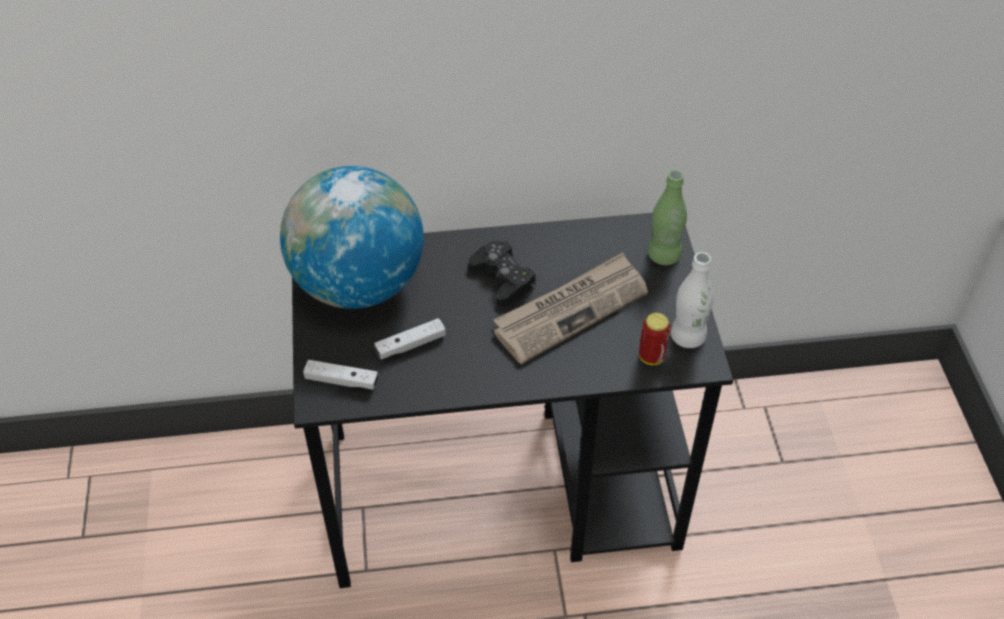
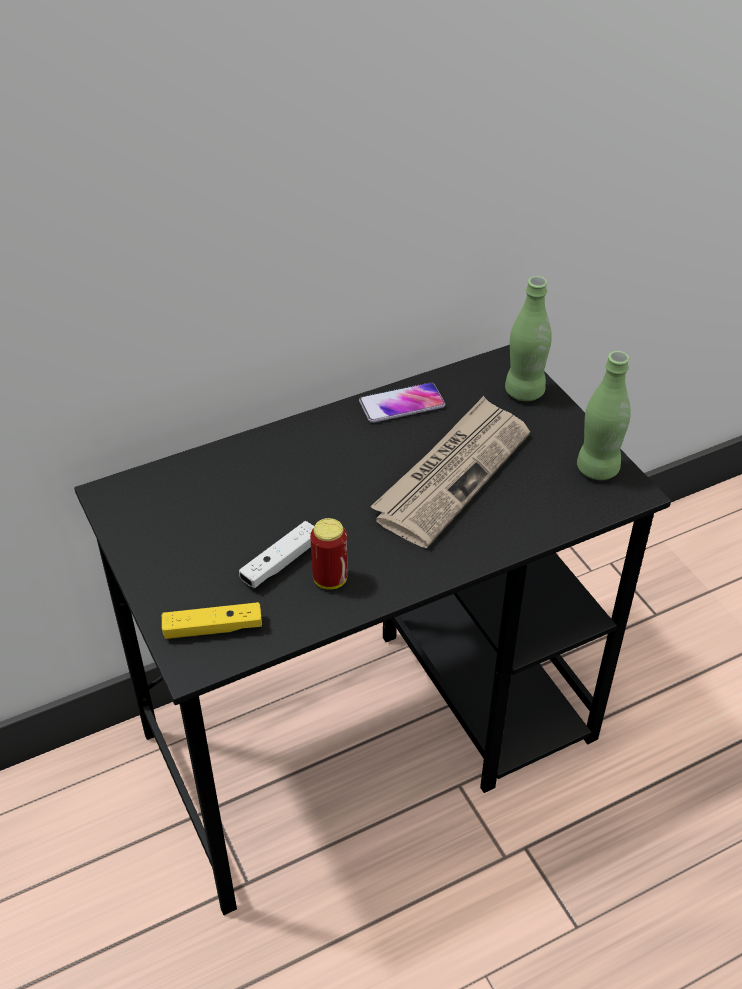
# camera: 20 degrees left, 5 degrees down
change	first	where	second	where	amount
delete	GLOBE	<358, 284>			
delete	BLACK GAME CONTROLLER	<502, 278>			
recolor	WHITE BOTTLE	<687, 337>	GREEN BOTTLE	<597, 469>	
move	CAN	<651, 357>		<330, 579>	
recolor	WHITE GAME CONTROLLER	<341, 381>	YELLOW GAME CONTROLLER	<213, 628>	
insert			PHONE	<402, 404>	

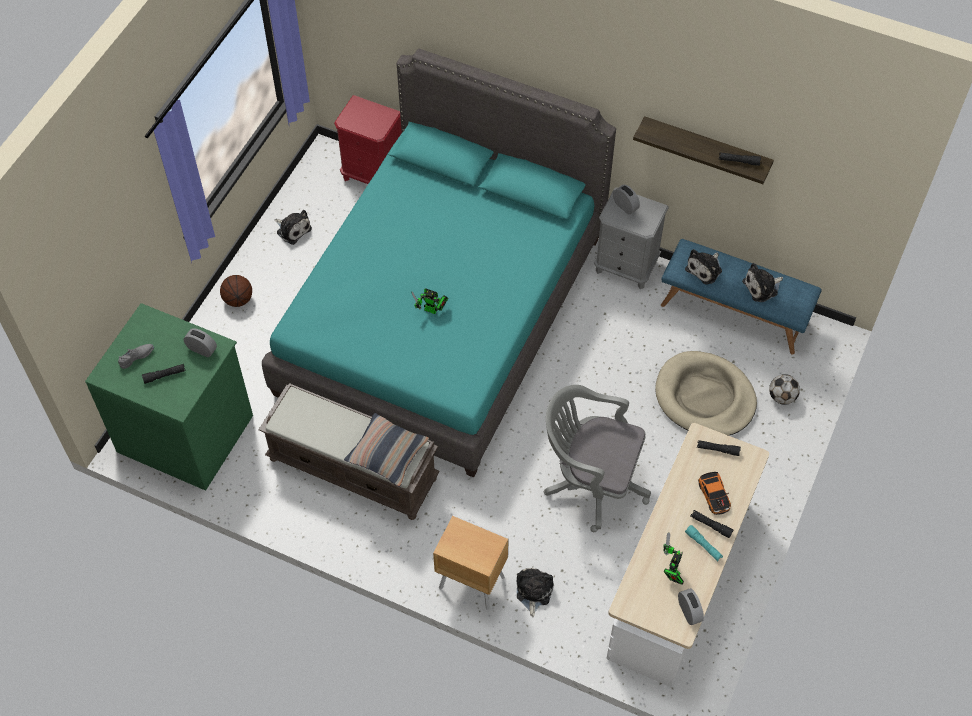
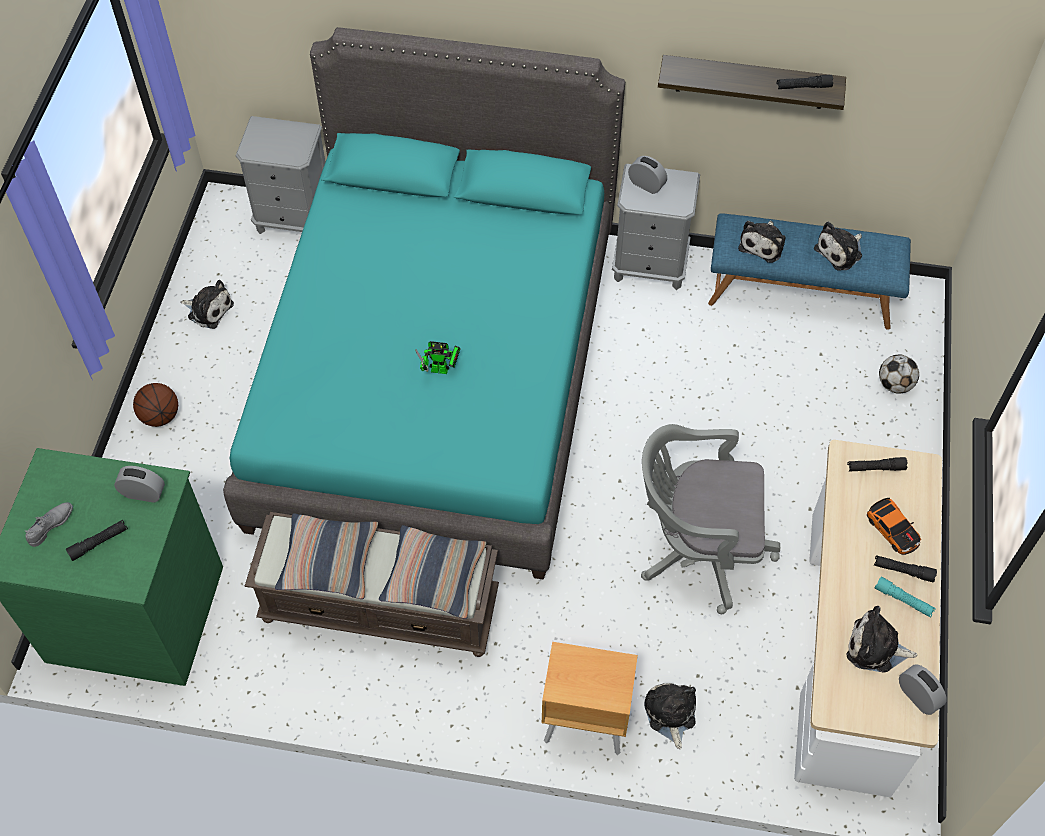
# camera: 15 degrees left, 0 degrees up
change	first	where	second	where	amount
recolor	RED NIGHTSTAND	<373, 174>	GREY NIGHTSTAND	<294, 218>	
delete	BEIGE DOG BED	<704, 397>			
replace	TOY ROBOT	<671, 572>	PLUSH TOY	<876, 648>	
insert			PILLOW	<329, 561>	

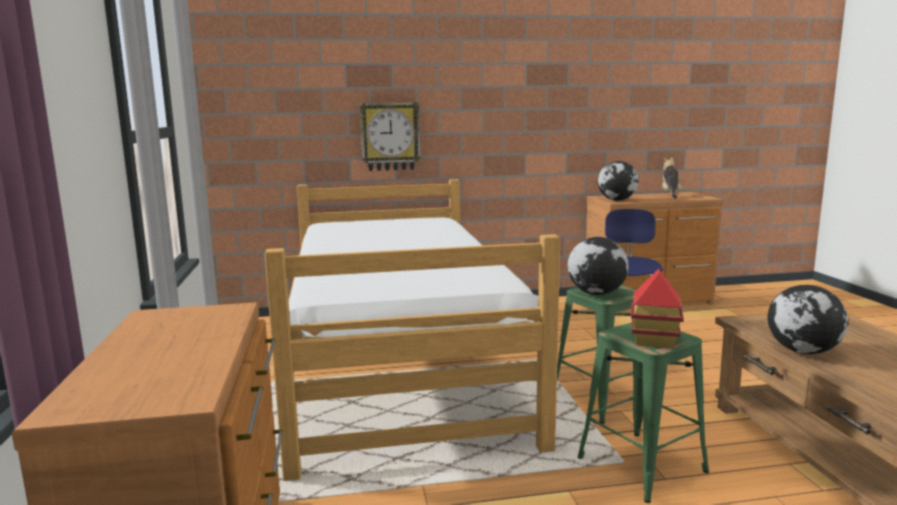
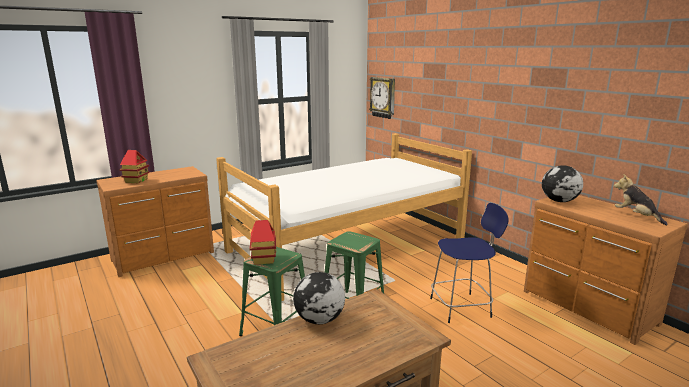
# camera: 65 degrees right, 5 degrees up
change	first	where	second	where	amount
move	WALL CLOCK	<390, 136>		<383, 97>	
rotate	PLUSH TOY	<670, 195>		<636, 216>	105 degrees counterclockwise
delete	GLOBE	<596, 293>			
insert			TOY HOUSE	<136, 181>	

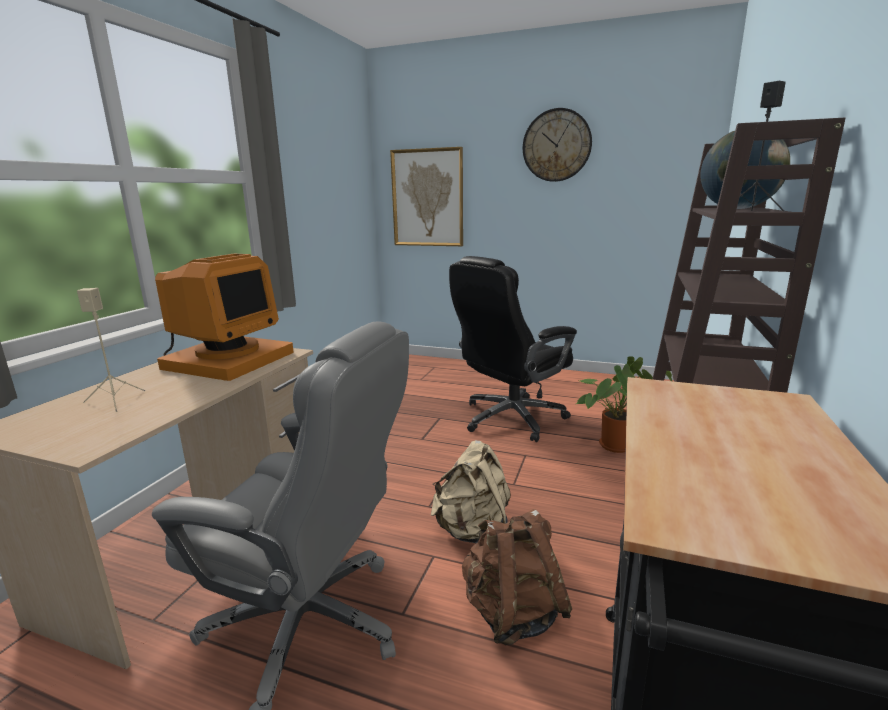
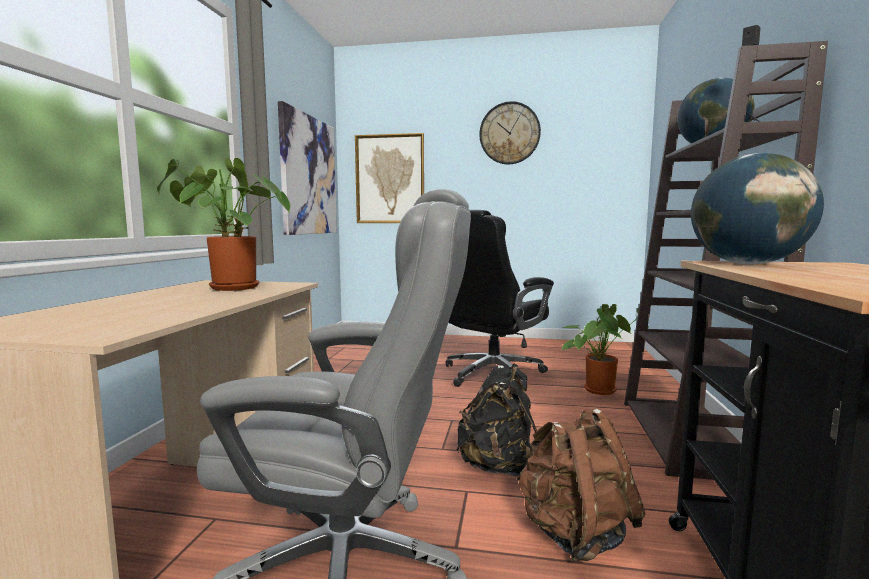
# camera: 10 degrees left, 10 degrees down
change	first	where	second	where	amount
replace	MONITOR	<227, 360>	POTTED PLANT	<228, 288>	
delete	BEIGE SPEAKER	<116, 401>			
recolor	BEIGE BACKPACK	<473, 532>	BLACK BACKPACK	<498, 466>	
insert			PICTURE	<308, 175>	
insert			GLOBE	<746, 264>	

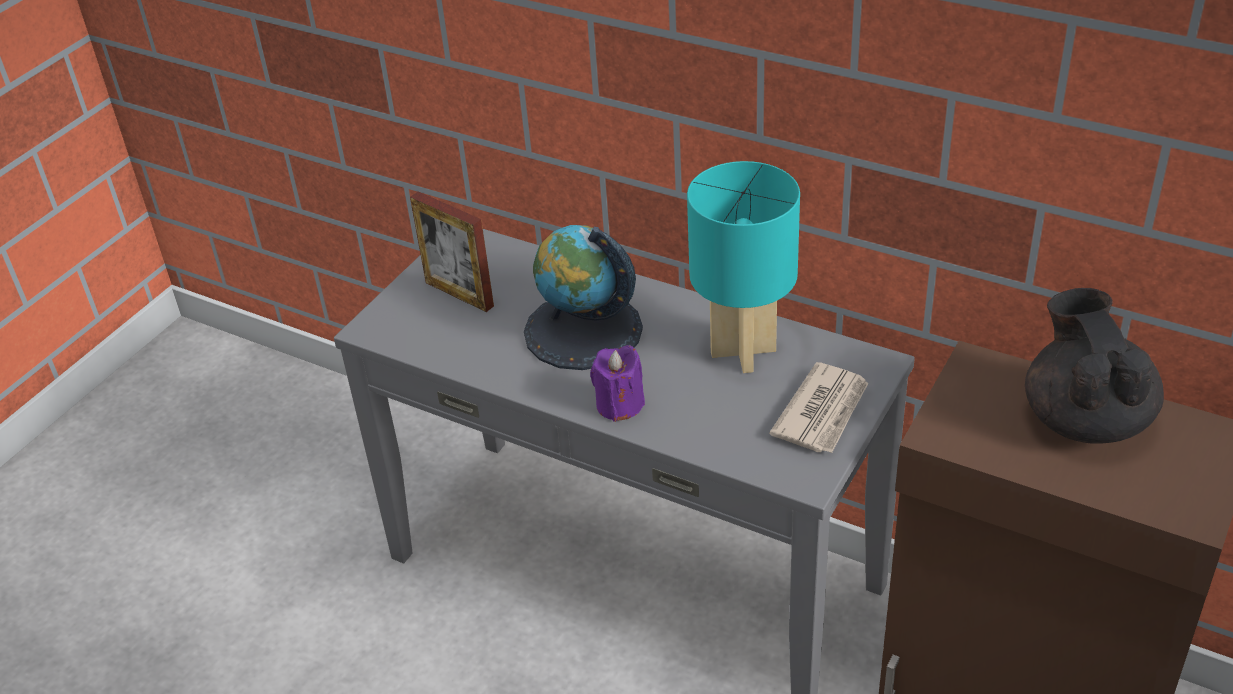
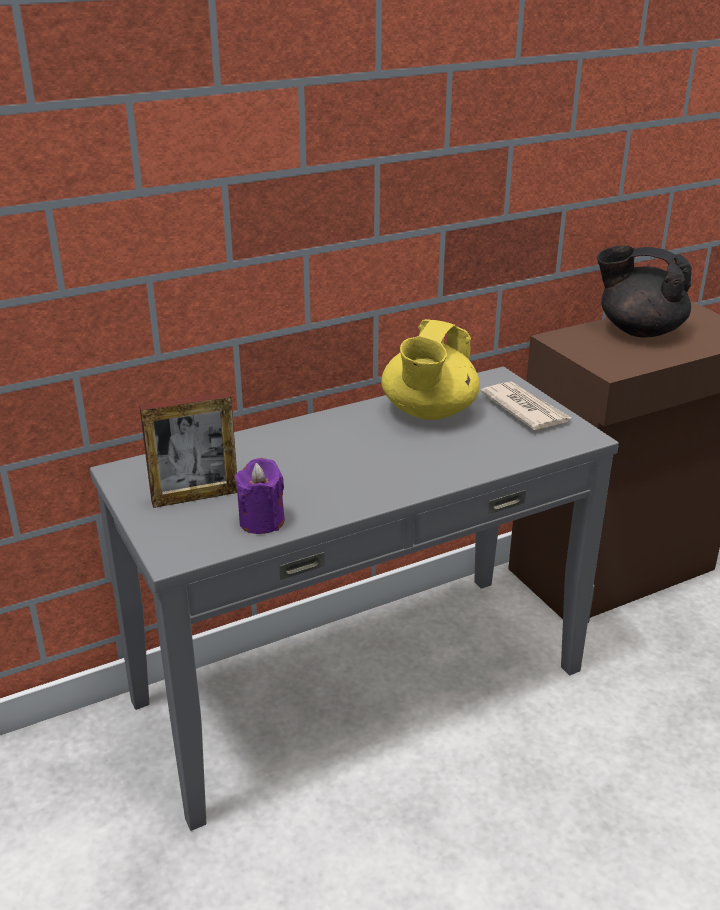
# camera: 60 degrees left, 10 degrees down
change	first	where	second	where	amount
replace	TURQUOISE TABLE LAMP	<742, 351>	YELLOW TEAPOT	<428, 412>	
delete	GLOBE	<583, 331>			
move	PURPLE CANDLE	<619, 405>		<261, 521>	

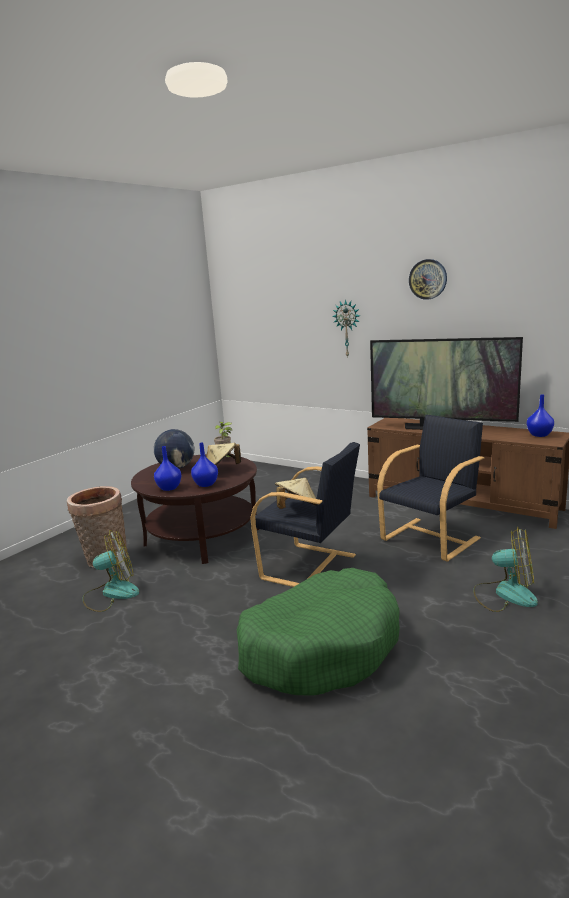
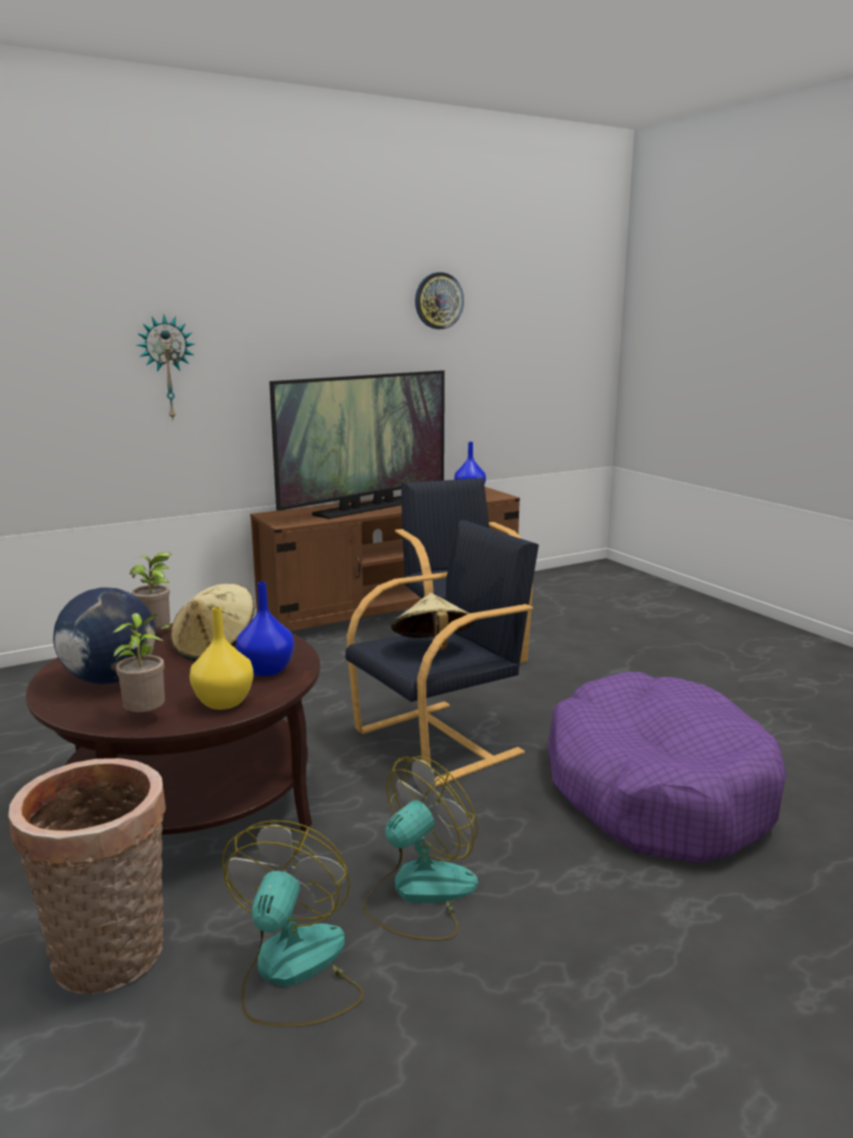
# camera: 65 degrees left, 0 degrees up
change	first	where	second	where	amount
move	WALL CLOCK	<428, 279>		<438, 301>	
recolor	BLUE VASE	<168, 488>	YELLOW VASE	<222, 703>	
move	FAN	<505, 594>		<419, 893>	
recolor	GREEN DOG BED	<321, 647>	PURPLE DOG BED	<656, 790>	
insert			POTTED PLANT	<146, 717>	

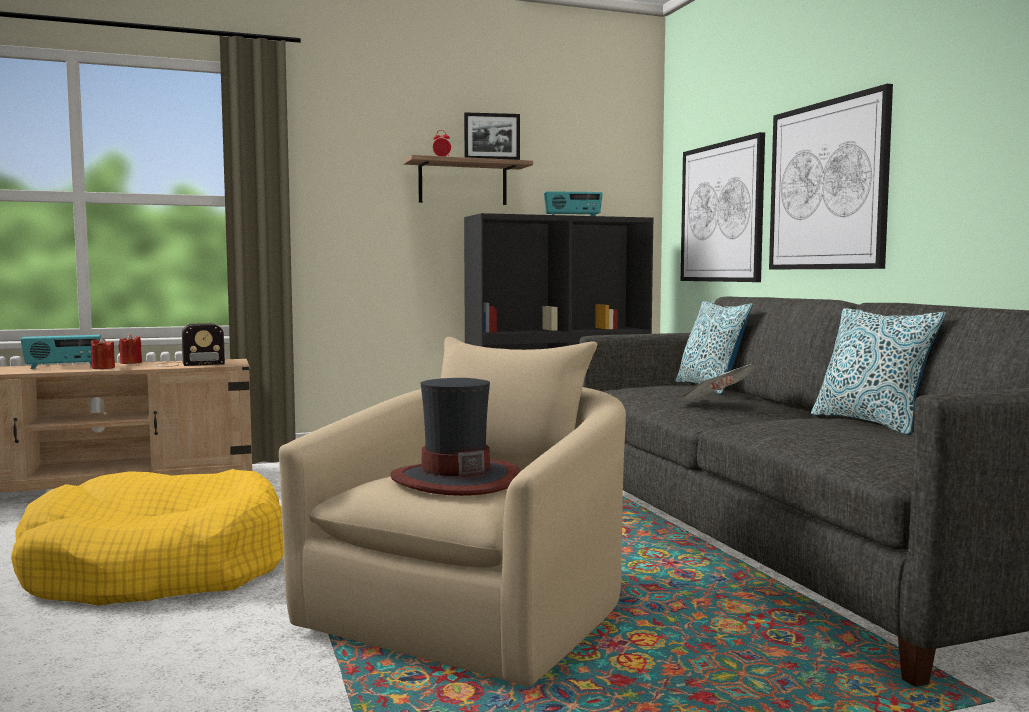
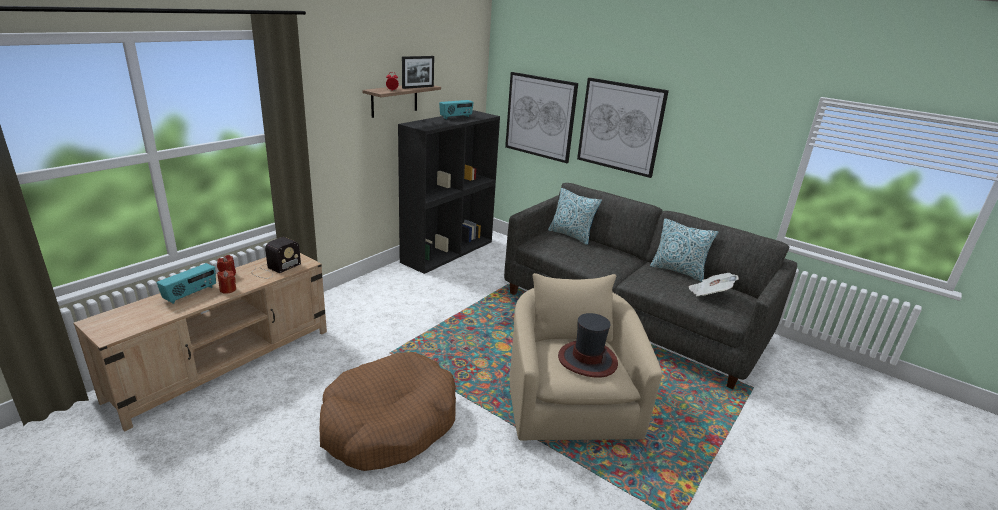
# camera: 35 degrees left, 20 degrees up
change	first	where	second	where	amount
move	NEWSPAPER	<715, 405>		<709, 294>	
recolor	YELLOW DOG BED	<158, 569>	BROWN DOG BED	<389, 423>	

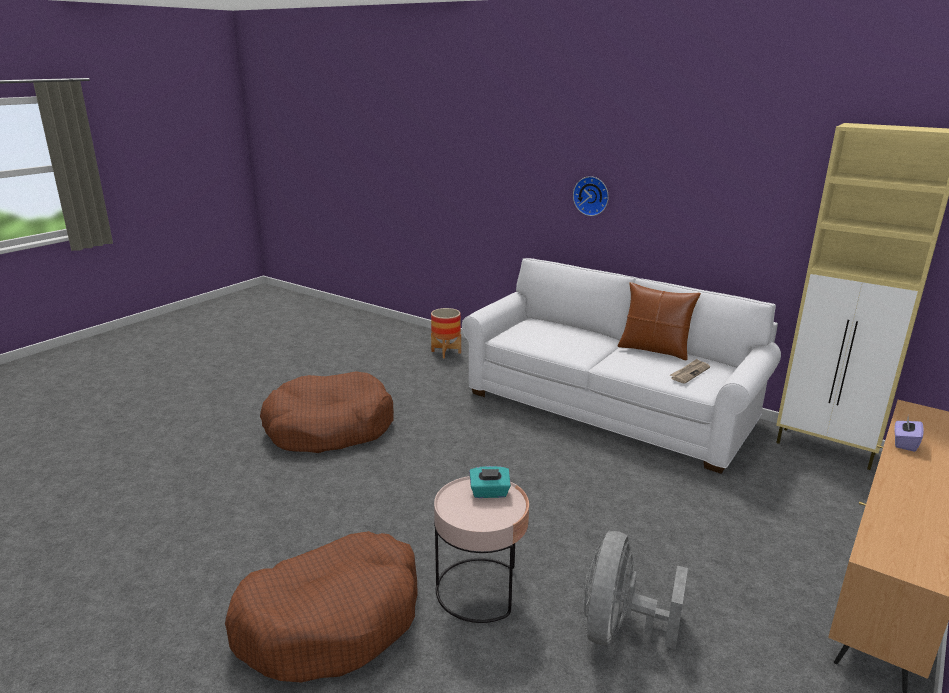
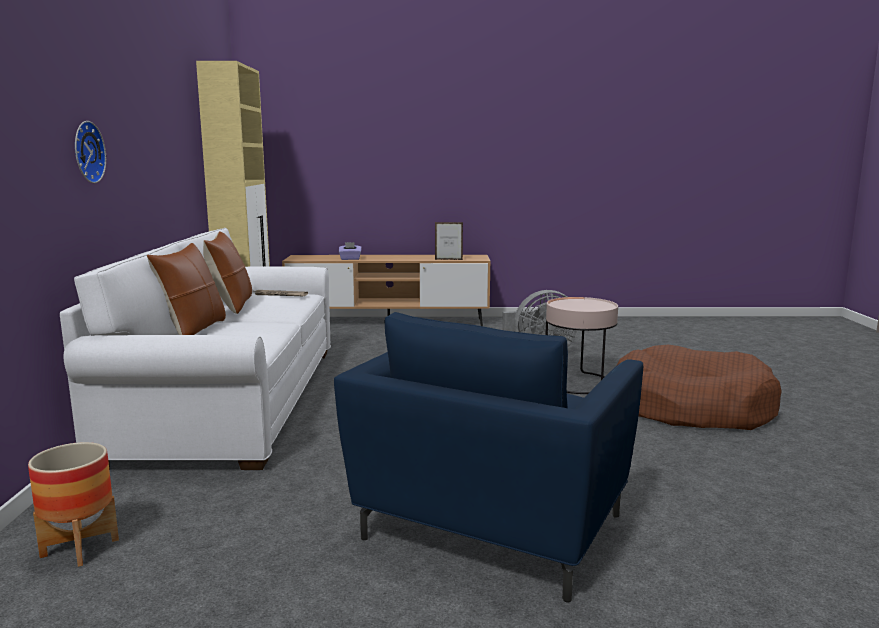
# camera: 125 degrees left, 10 degrees down
change	first	where	second	where	amount
replace	BROWN DOG BED	<329, 427>	BLUE ARMCHAIR	<489, 528>	
delete	TURQUOISE TISSUE BOX	<489, 493>			
insert			PICTURE FRAME	<448, 259>	
insert			BROWN PILLOW	<193, 330>	

